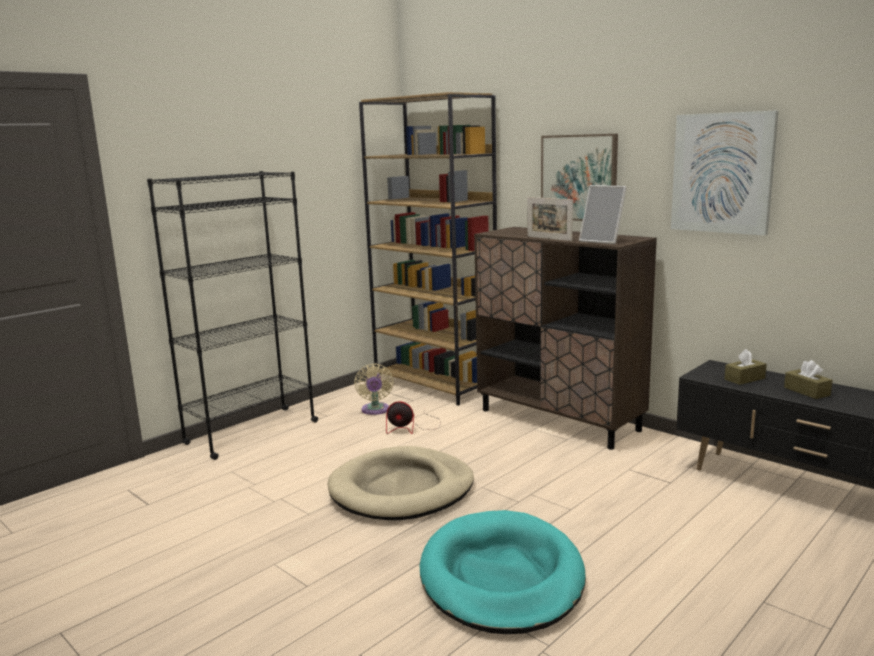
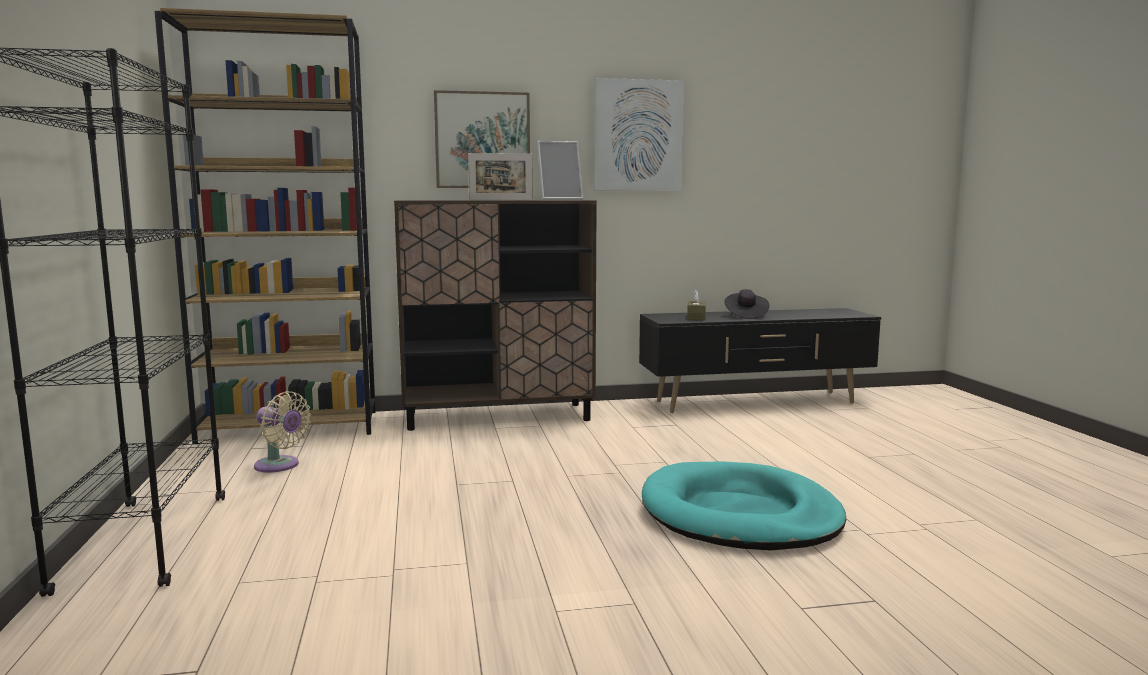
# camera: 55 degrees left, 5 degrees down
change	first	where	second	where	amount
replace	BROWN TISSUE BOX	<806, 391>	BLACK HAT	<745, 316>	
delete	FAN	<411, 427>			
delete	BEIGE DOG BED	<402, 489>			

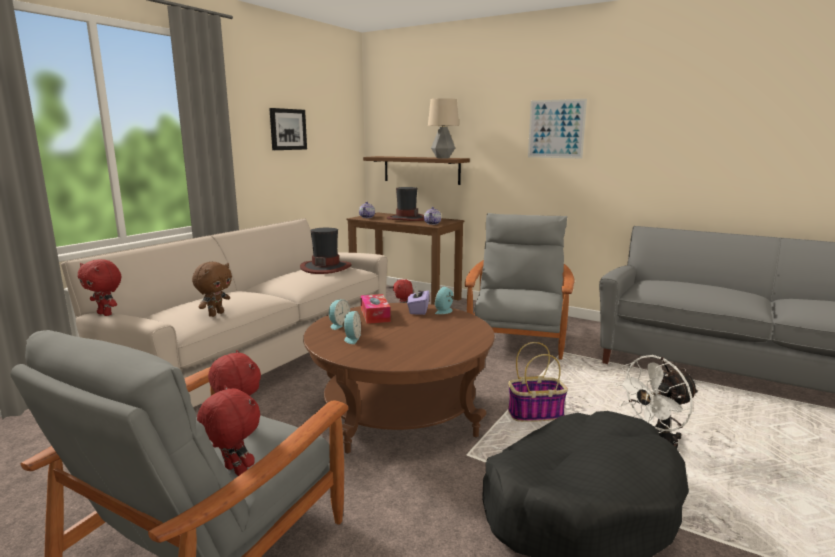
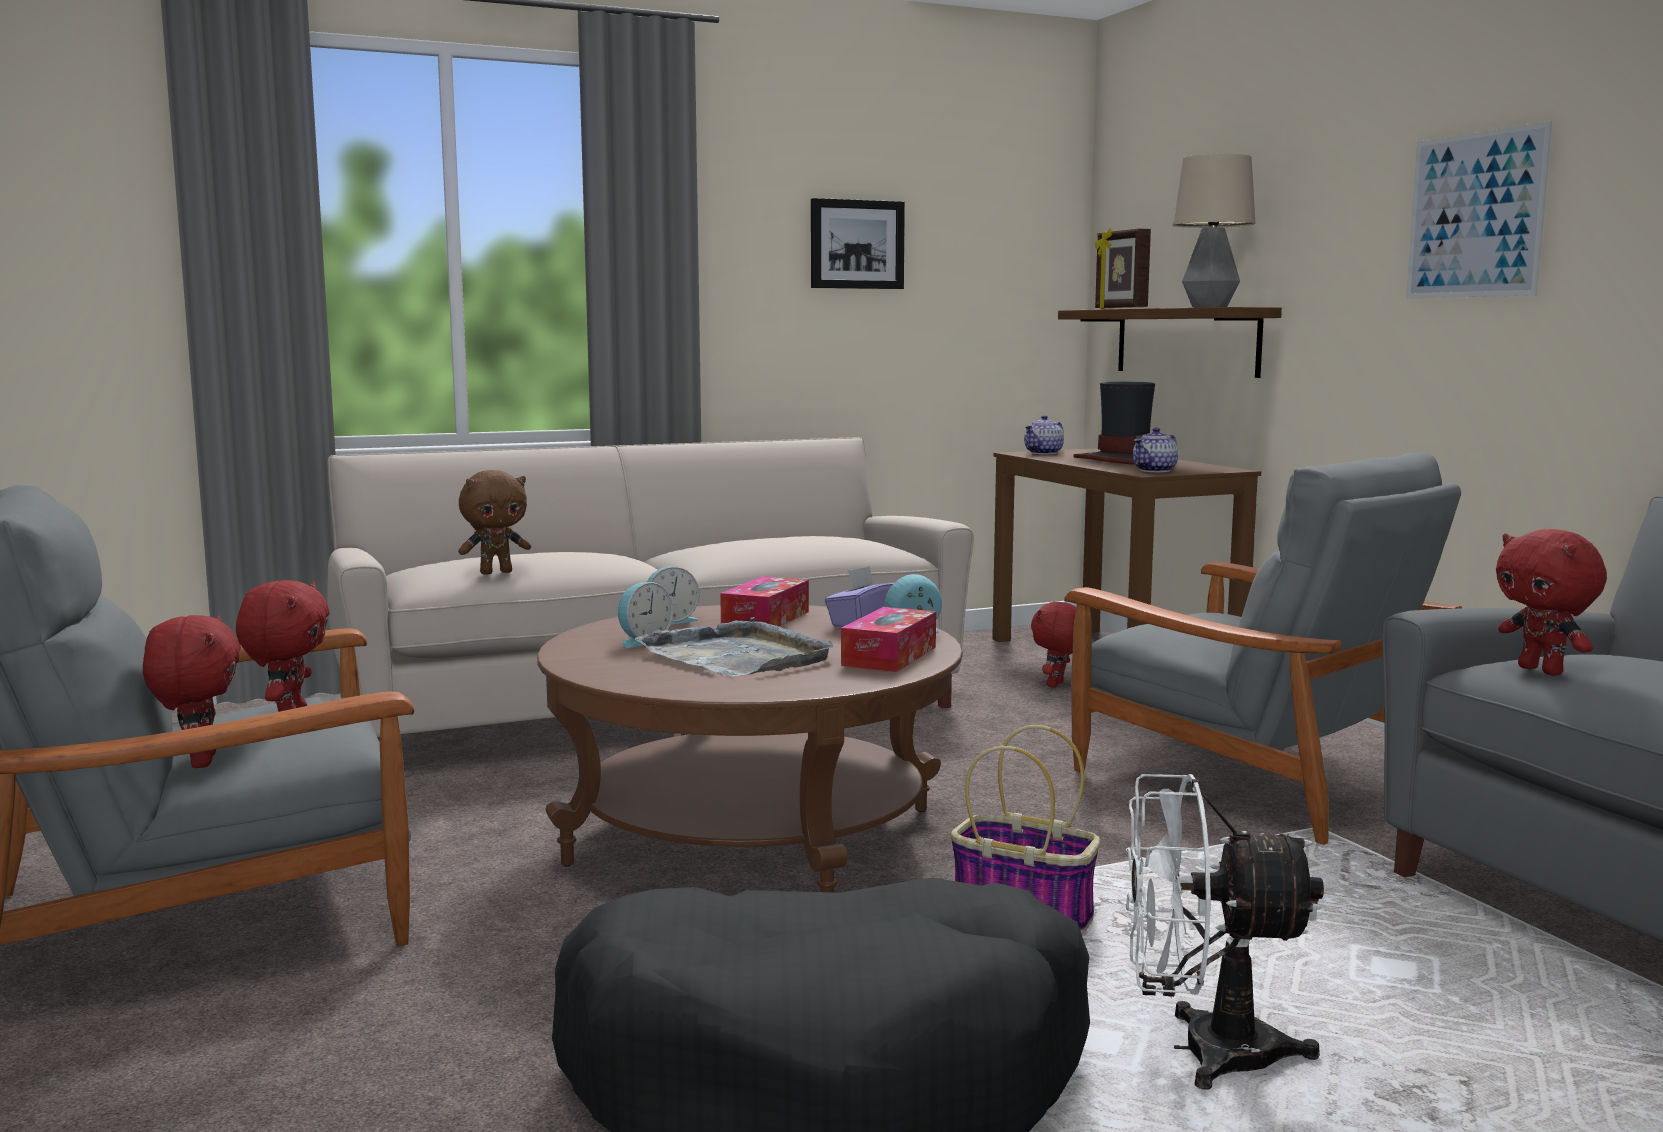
# camera: 35 degrees right, 5 degrees down
change	first	where	second	where	amount
rotate	GREY ARMCHAIR	<517, 337>		<1252, 778>	90 degrees clockwise
delete	HAT	<326, 267>			
move	RED PLUSH TOY	<106, 314>		<1542, 671>	
insert			PICTURE FRAME	<1119, 308>	
insert			TISSUE BOX	<889, 656>	
insert			GREY TRAY	<737, 656>	

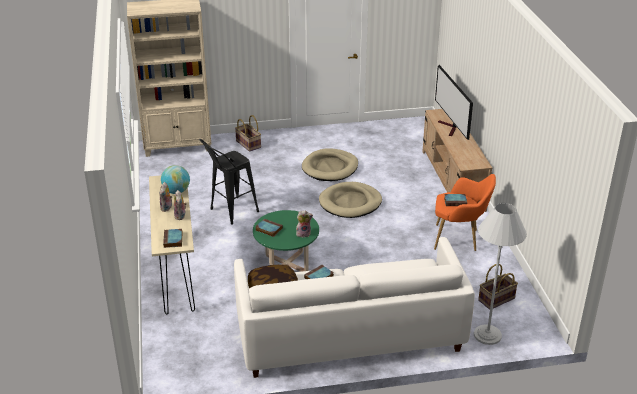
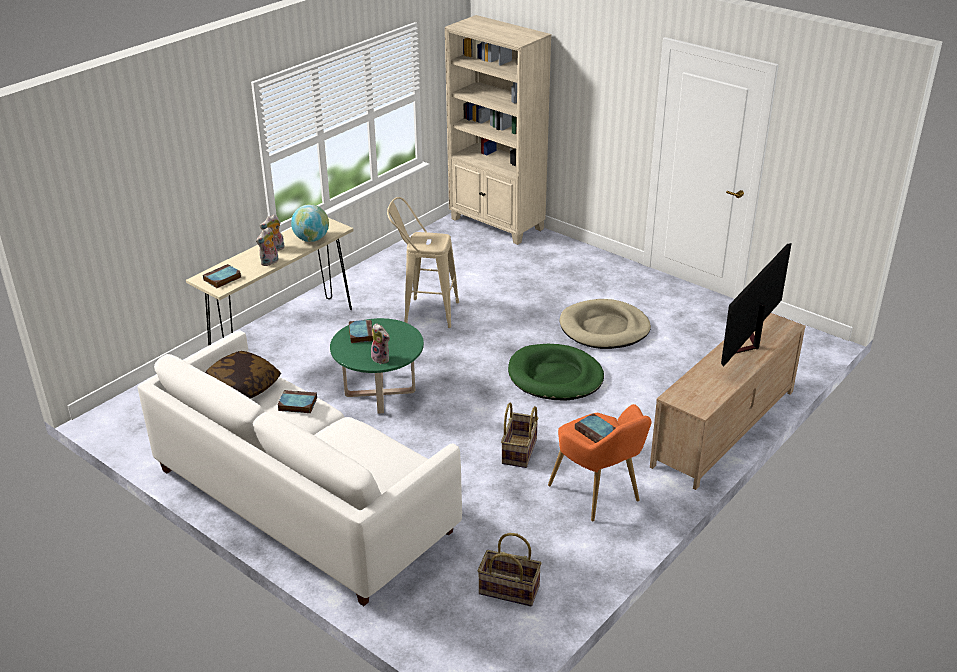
# camera: 50 degrees right, 0 degrees up
change	first	where	second	where	amount
move	BASKET	<249, 144>		<520, 451>	
recolor	BLACK STOOL	<230, 212>	BEIGE STOOL	<424, 312>	
recolor	BEIGE DOG BED	<350, 203>	GREEN DOG BED	<555, 376>	
delete	WHITE FLOOR LAMP	<487, 335>			

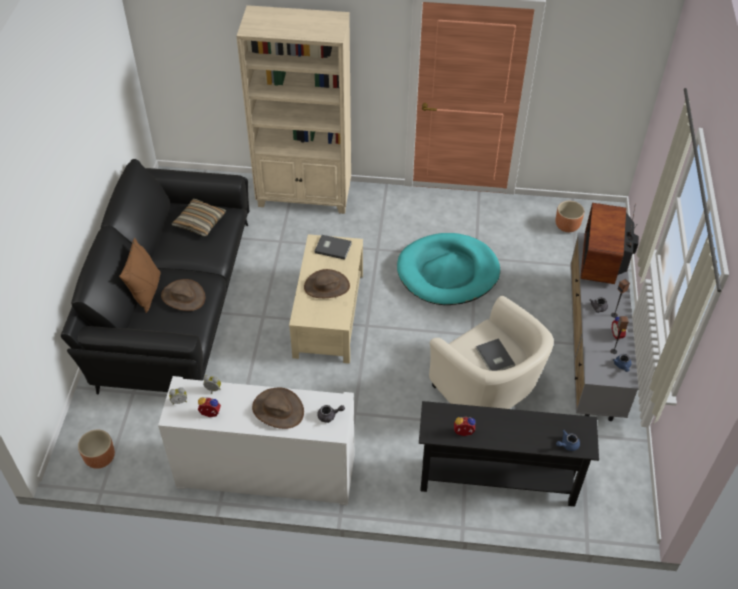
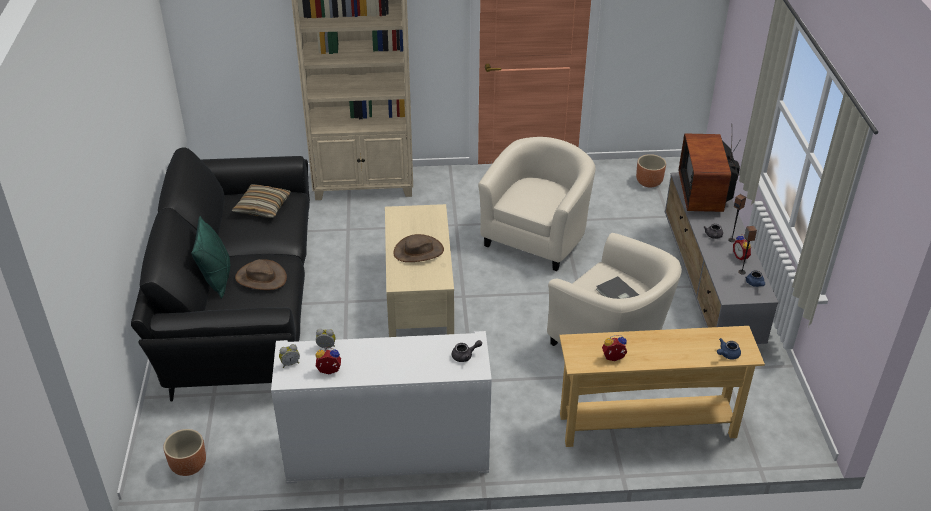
# camera: 10 degrees left, 10 degrees down
change	first	where	second	where	amount
replace	TURQUOISE DOG BED	<448, 272>	BEIGE ARMCHAIR	<537, 237>	
delete	GREY BOOK	<333, 247>			
recolor	BROWN PILLOW	<146, 292>	GREEN PILLOW	<217, 278>	
delete	BROWN HAT	<278, 410>			
recolor	BLACK CONSOLE TABLE	<497, 482>	BEIGE CONSOLE TABLE	<647, 426>	

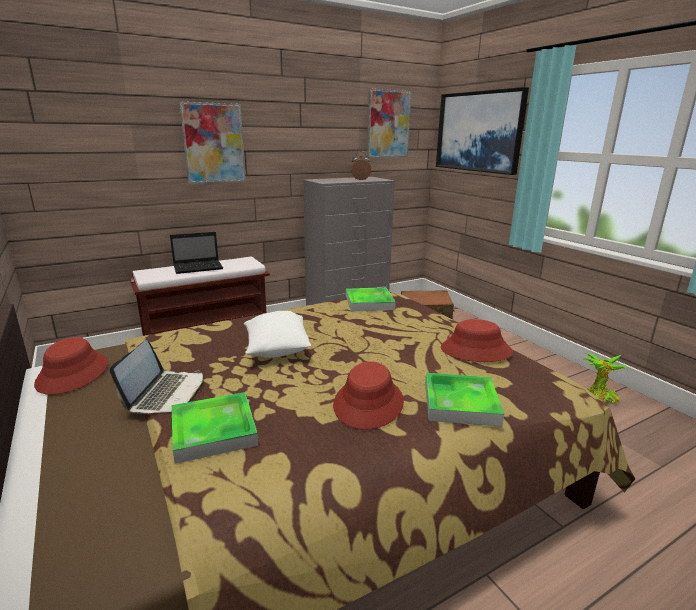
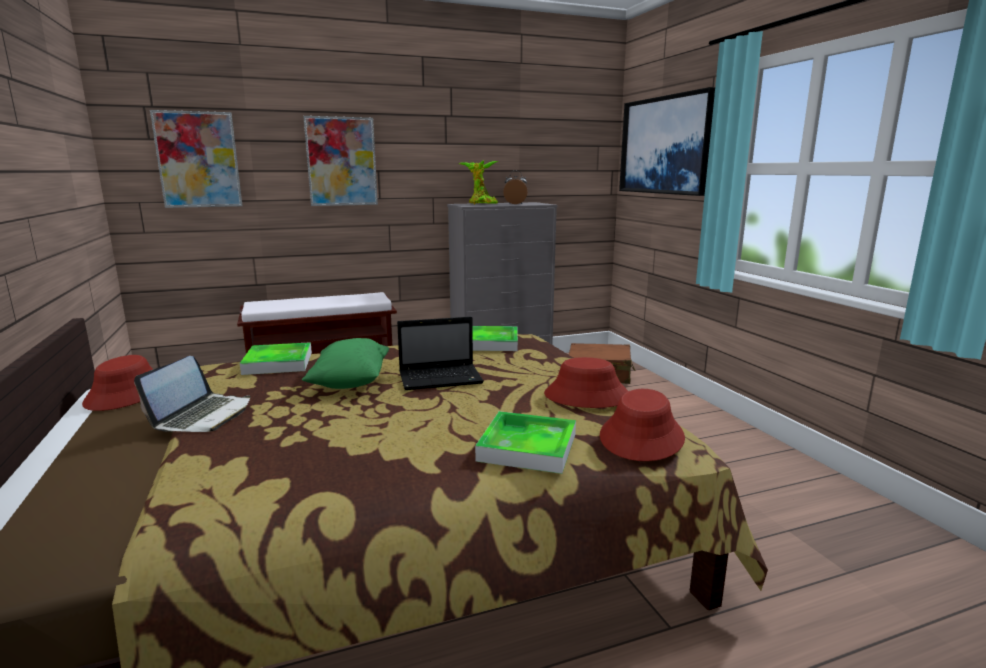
# camera: 10 degrees right, 5 degrees down
change	first	where	second	where	amount
move	PICTURE	<388, 124>		<198, 160>	
move	LAPTOP	<199, 267>		<442, 378>	
recolor	WHITE PILLOW	<277, 350>	GREEN PILLOW	<350, 382>	
move	POTTED PLANT	<599, 398>		<481, 204>	
move	RED HAT	<369, 403>		<642, 437>	
move	TRAY	<213, 430>		<278, 363>	

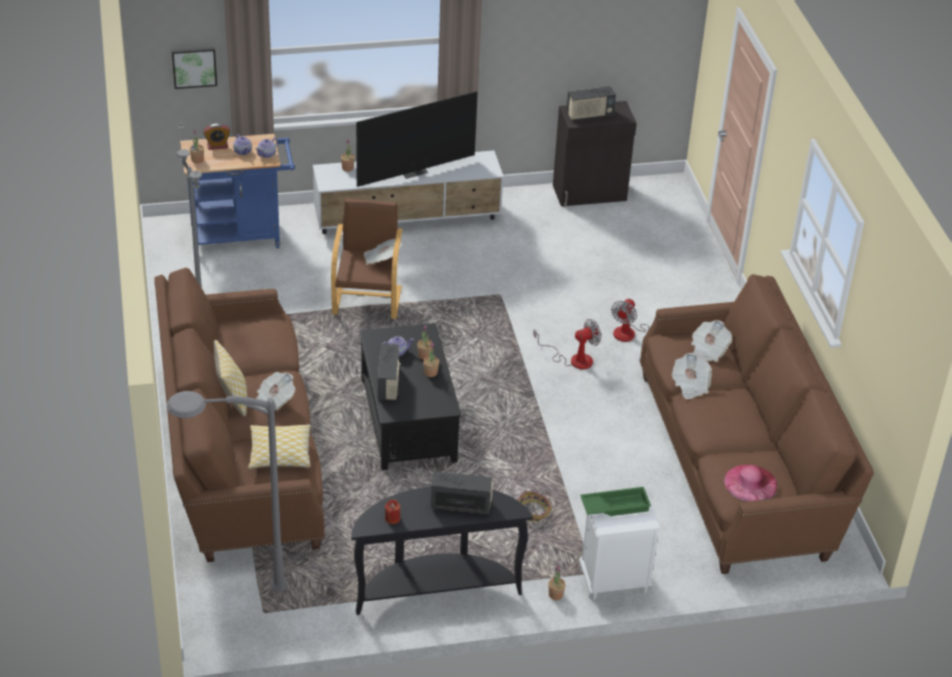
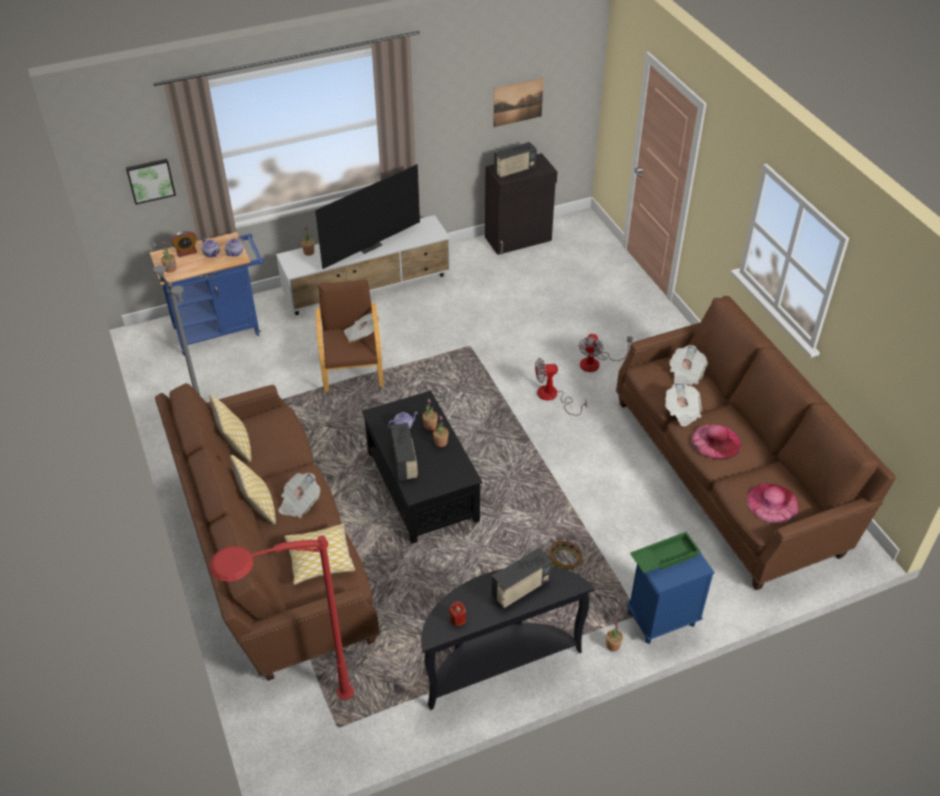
# camera: 10 degrees left, 5 degrees up
change	first	where	second	where	amount
rotate	FAN	<573, 359>		<553, 397>	150 degrees counterclockwise
recolor	GREY FLOOR LAMP	<224, 592>	RED FLOOR LAMP	<293, 711>	
rotate	RADIO	<461, 505>		<521, 589>	150 degrees clockwise
recolor	WHITE NIGHTSTAND	<613, 581>	BLUE NIGHTSTAND	<661, 619>	
insert			PICTURE	<518, 102>	
insert			PILLOW	<235, 446>	
insert			PINK HAT	<716, 441>	

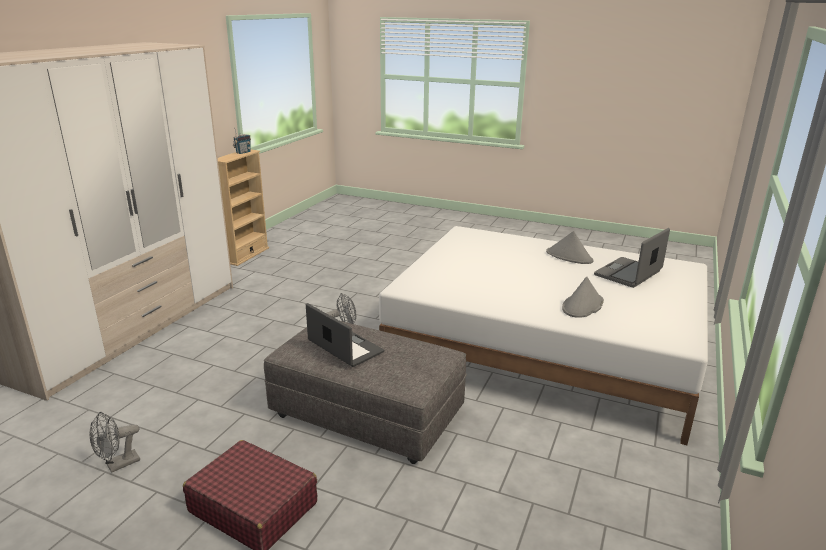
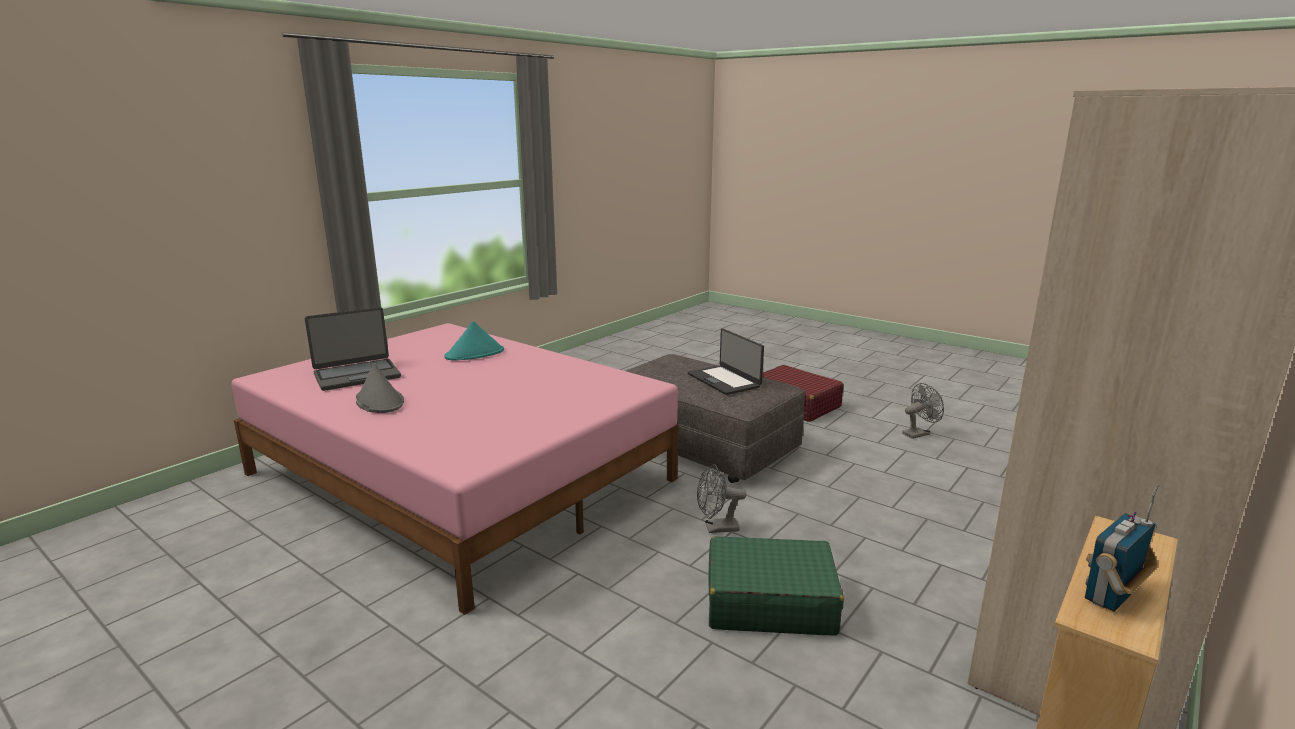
# camera: 165 degrees left, 5 degrees down
change	first	where	second	where	amount
recolor	WHITE BED	<545, 348>	PINK BED	<460, 476>	
recolor	GREY HAT	<582, 306>	TURQUOISE HAT	<475, 354>	
insert			GREEN SUITCASE	<769, 602>	

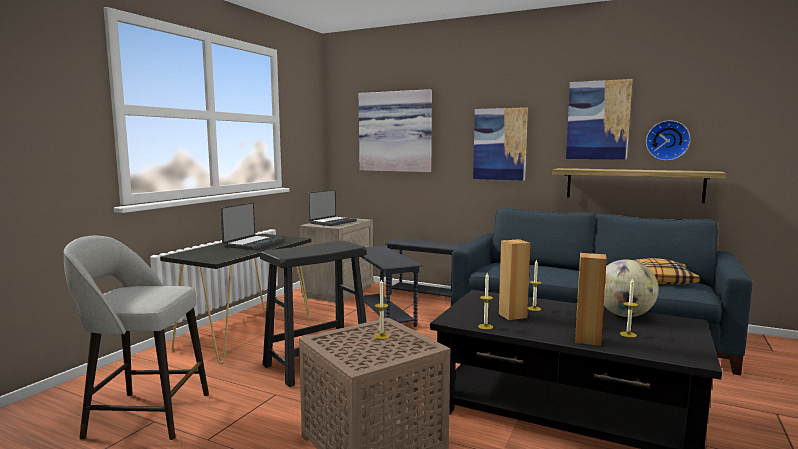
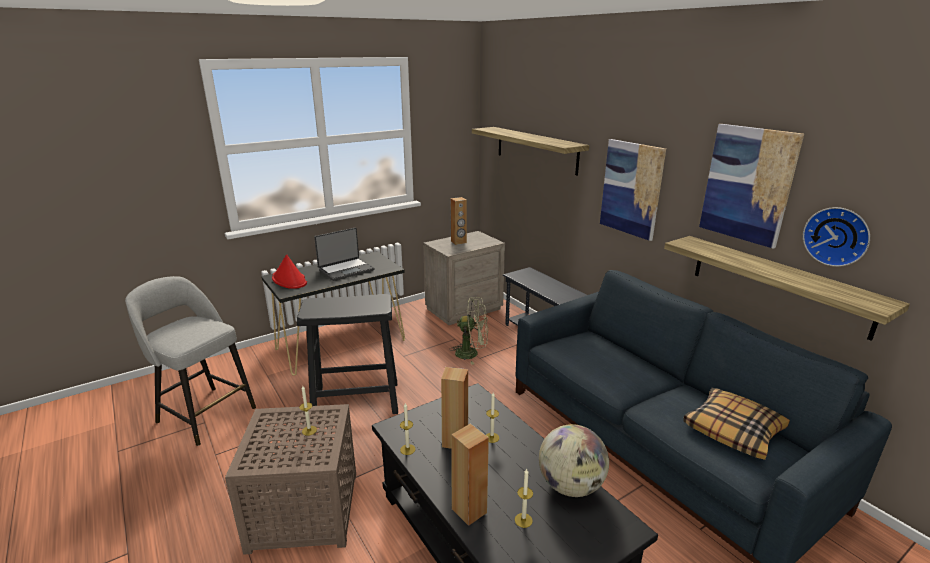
# camera: 30 degrees right, 15 degrees up
change	first	where	second	where	amount
replace	PICTURE	<396, 131>	SHELF	<536, 149>	
replace	LAPTOP	<332, 222>	BROWN SPEAKER	<458, 242>	
replace	GREY SIDE TABLE	<384, 314>	GREEN FAN	<472, 353>	
insert			RED HAT	<289, 280>	

